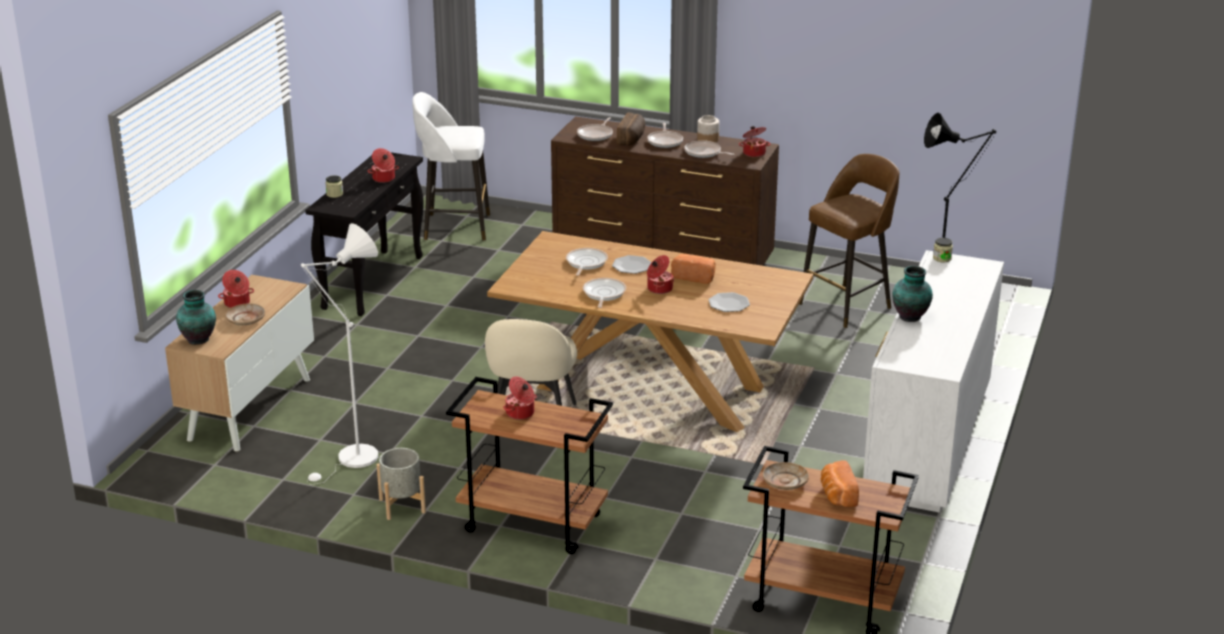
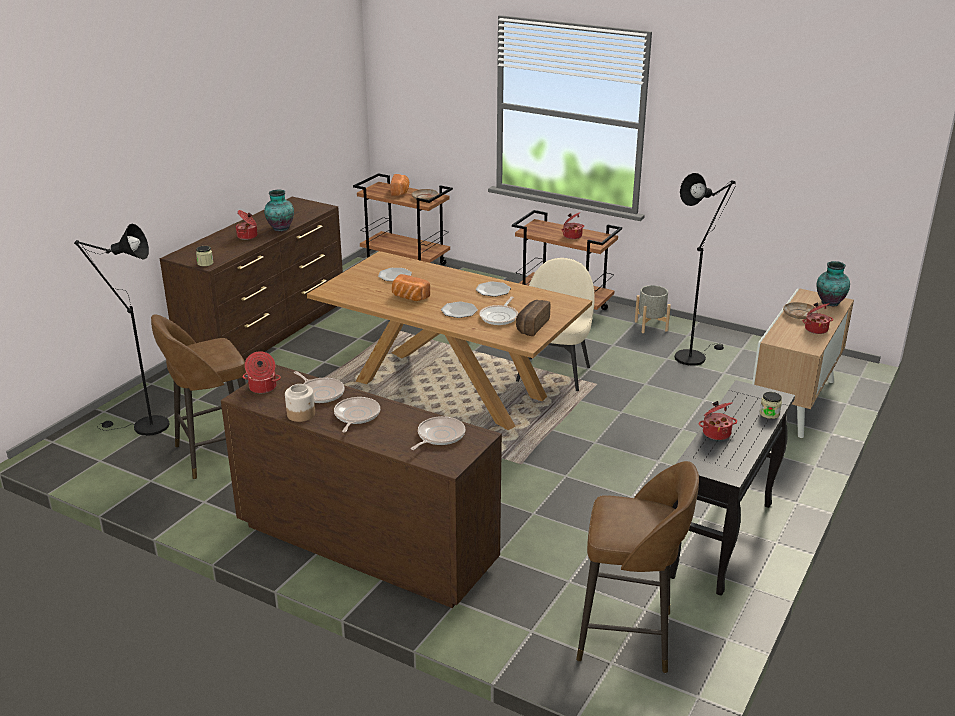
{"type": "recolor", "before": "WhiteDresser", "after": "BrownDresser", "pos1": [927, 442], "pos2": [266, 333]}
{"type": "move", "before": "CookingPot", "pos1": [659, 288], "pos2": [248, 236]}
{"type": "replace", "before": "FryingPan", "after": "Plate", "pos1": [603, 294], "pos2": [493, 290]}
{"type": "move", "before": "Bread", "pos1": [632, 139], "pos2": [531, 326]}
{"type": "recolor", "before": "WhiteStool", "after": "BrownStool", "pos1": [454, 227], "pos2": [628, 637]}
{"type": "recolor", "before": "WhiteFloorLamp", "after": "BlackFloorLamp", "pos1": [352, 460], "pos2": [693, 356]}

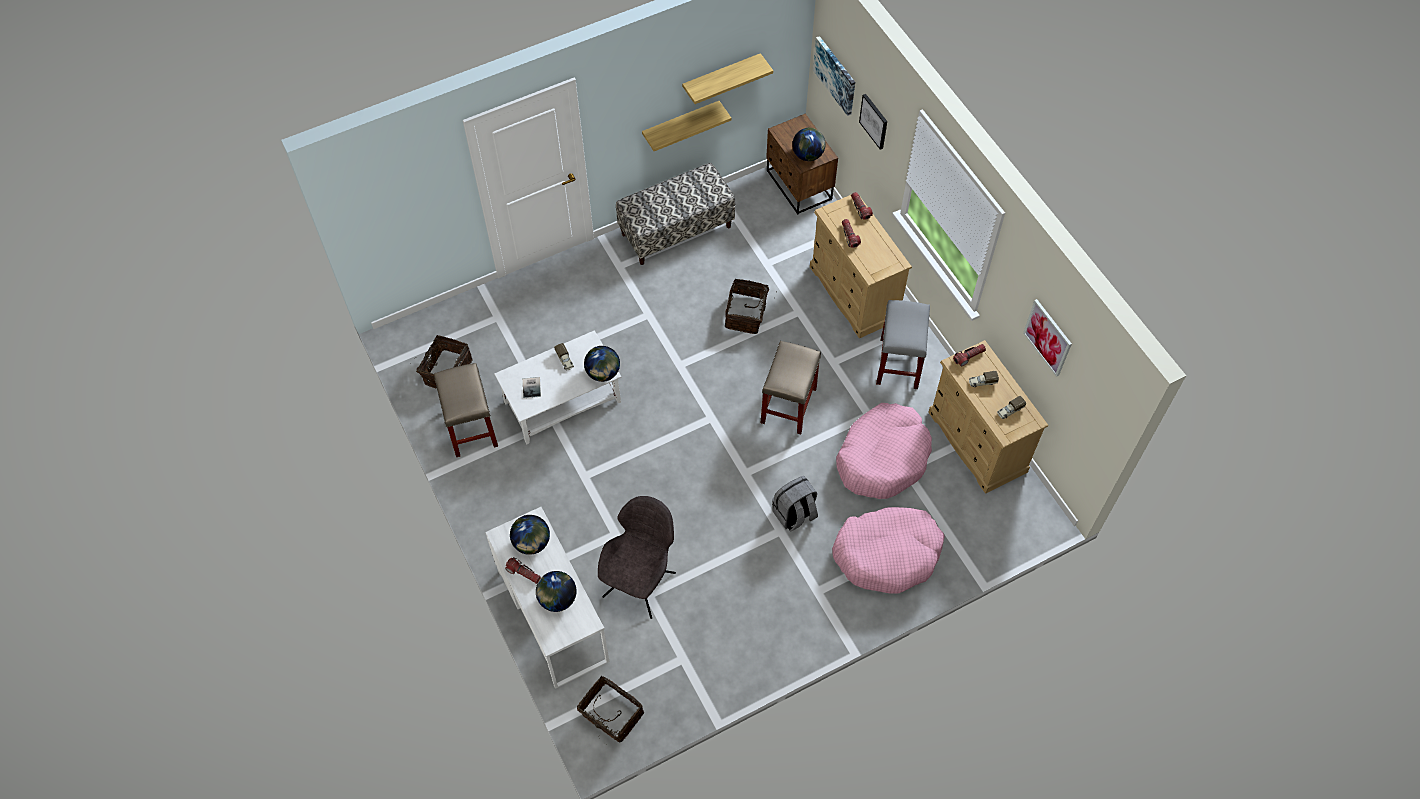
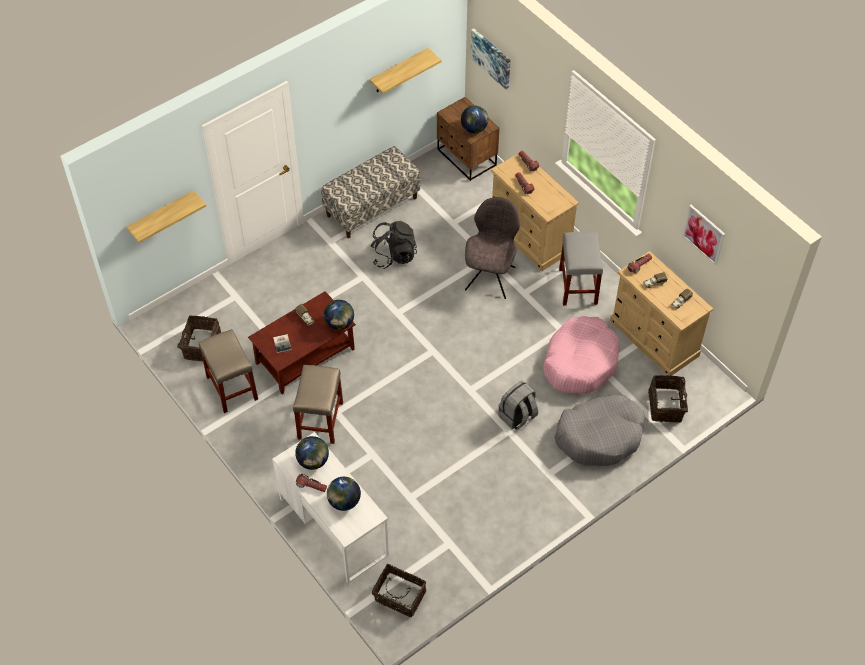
{"type": "move", "before": "Shelf", "pos1": [681, 124], "pos2": [162, 215]}
{"type": "recolor", "before": "WhiteCoffeeTable", "after": "BrownCoffeeTable", "pos1": [563, 401], "pos2": [305, 355]}
{"type": "move", "before": "BeigeStool", "pos1": [788, 406], "pos2": [320, 421]}
{"type": "insert", "after": "BlackBackpack", "pos2": [393, 255]}
{"type": "move", "before": "GreyChair", "pos1": [640, 582], "pos2": [491, 277]}
{"type": "recolor", "before": "PinkDogBed", "after": "GreyDogBed", "pos1": [887, 554], "pos2": [599, 436]}
{"type": "move", "before": "Basket", "pos1": [746, 314], "pos2": [666, 405]}
{"type": "delete", "before": "Picture", "pos1": [874, 121]}

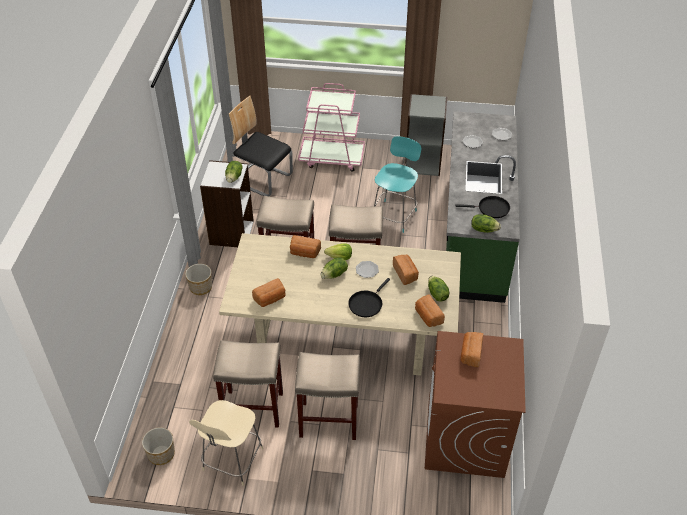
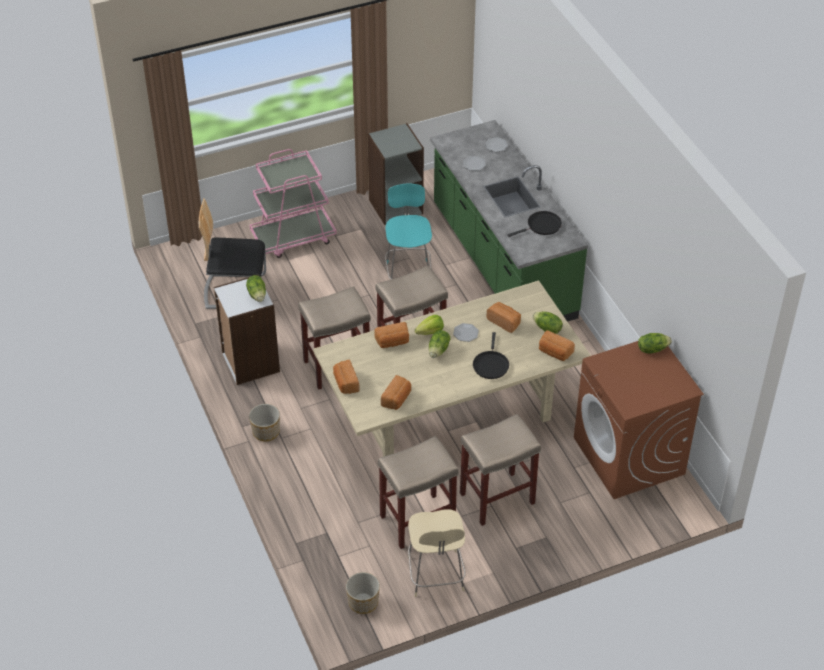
{"type": "move", "before": "Bread", "pos1": [470, 354], "pos2": [345, 383]}
{"type": "move", "before": "Lettuce", "pos1": [484, 229], "pos2": [652, 349]}

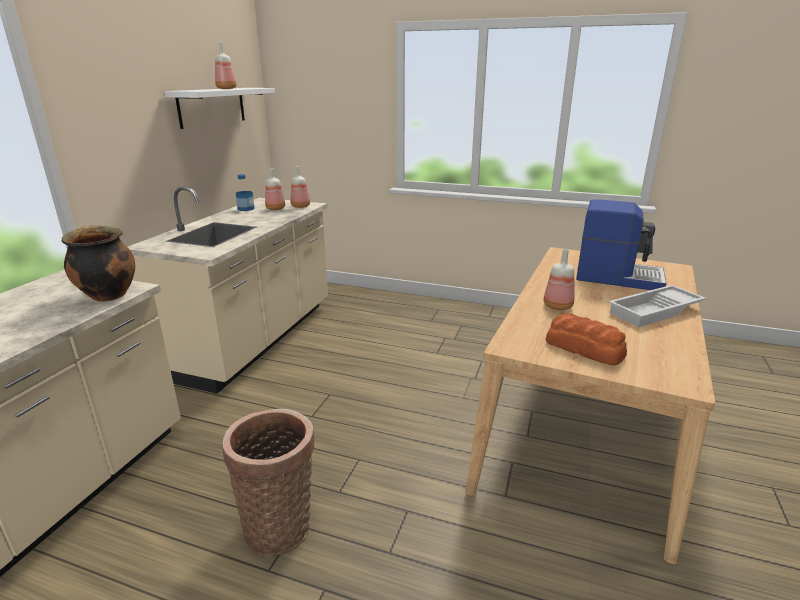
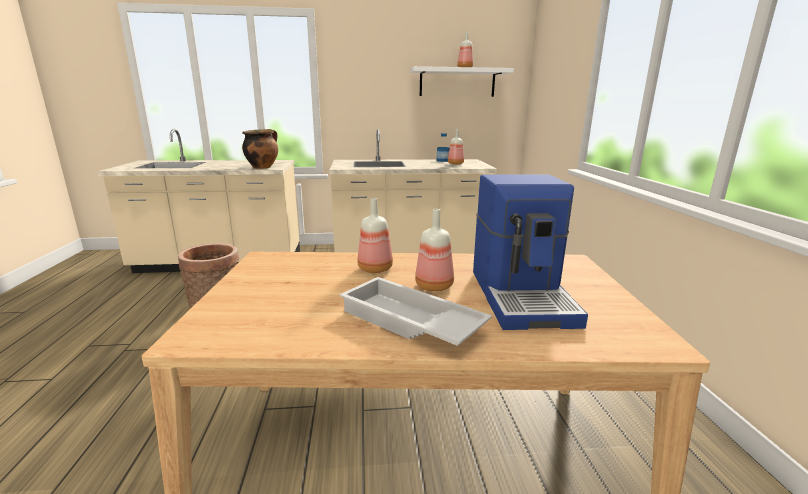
{"type": "move", "before": "Bottle", "pos1": [300, 206], "pos2": [434, 285]}
{"type": "delete", "before": "Bread", "pos1": [585, 349]}

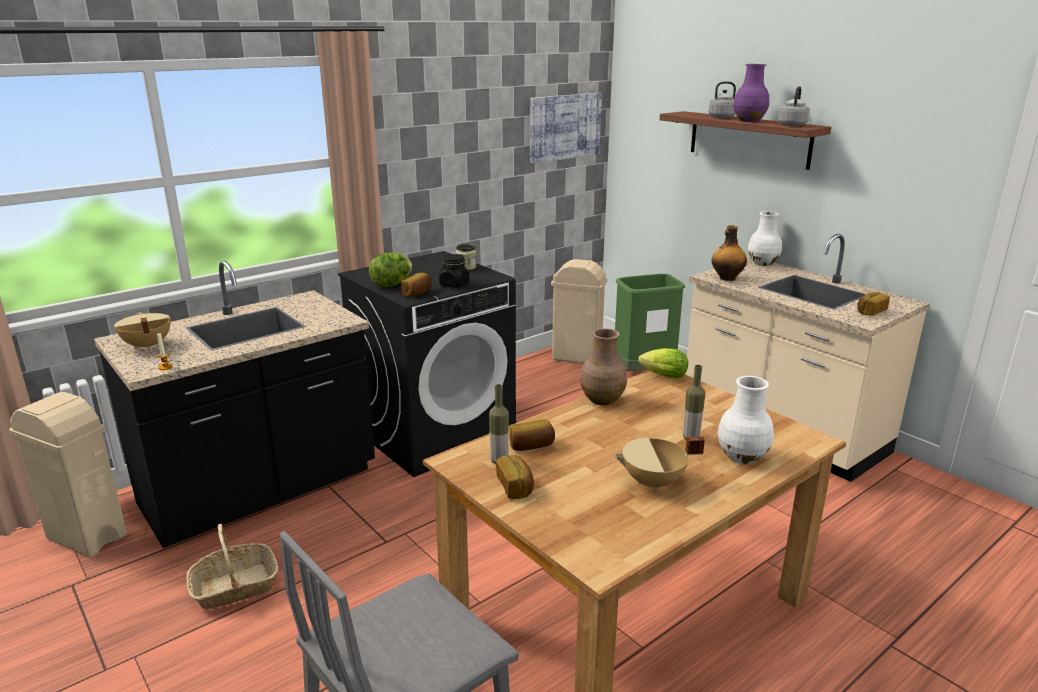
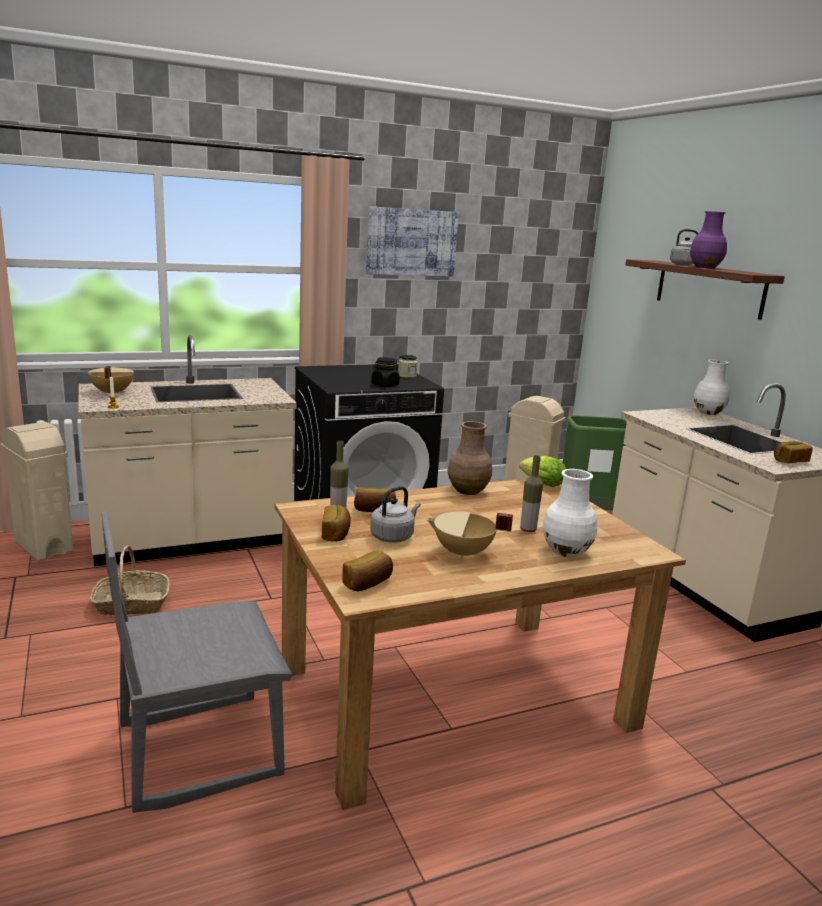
{"type": "recolor", "before": "BlackCounter", "after": "BeigeCounter", "pos1": [260, 490], "pos2": [191, 541]}
{"type": "move", "before": "Bread", "pos1": [418, 293], "pos2": [368, 583]}
{"type": "move", "before": "Picture", "pos1": [564, 127], "pos2": [411, 242]}
{"type": "move", "before": "GreyKettle", "pos1": [792, 125], "pos2": [393, 536]}
{"type": "delete", "before": "Lettuce", "pos1": [392, 284]}
{"type": "delete", "before": "Bottle", "pos1": [726, 278]}

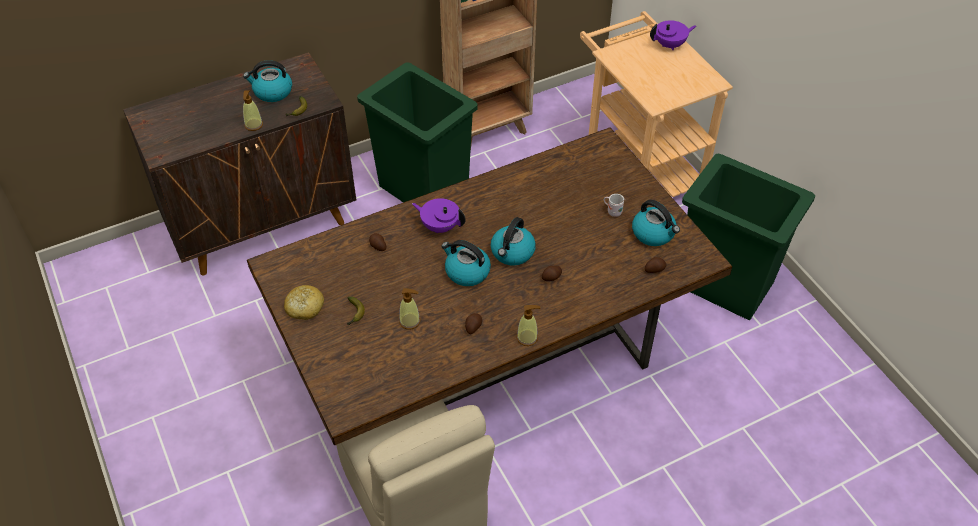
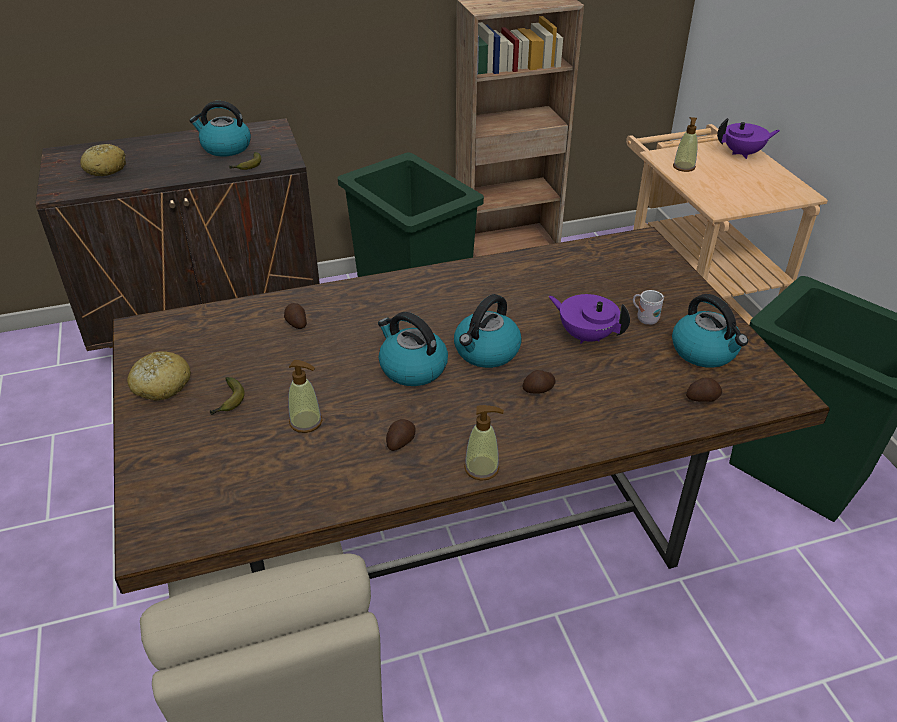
{"type": "insert", "after": "Bread", "pos2": [106, 168]}
{"type": "move", "before": "PurpleTeapot", "pos1": [440, 226], "pos2": [586, 335]}
{"type": "move", "before": "SoapDispenser", "pos1": [253, 125], "pos2": [684, 167]}

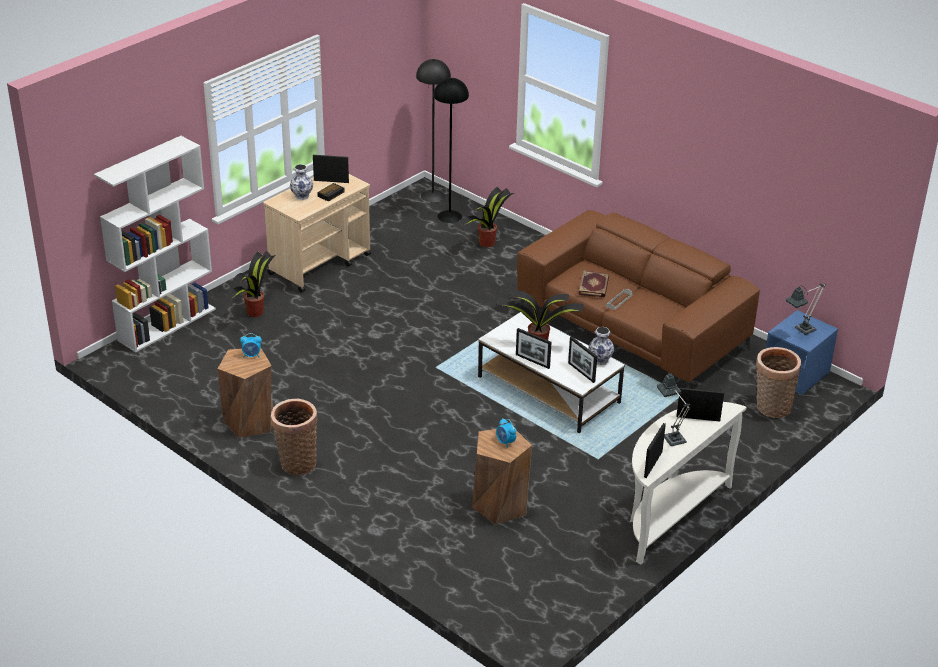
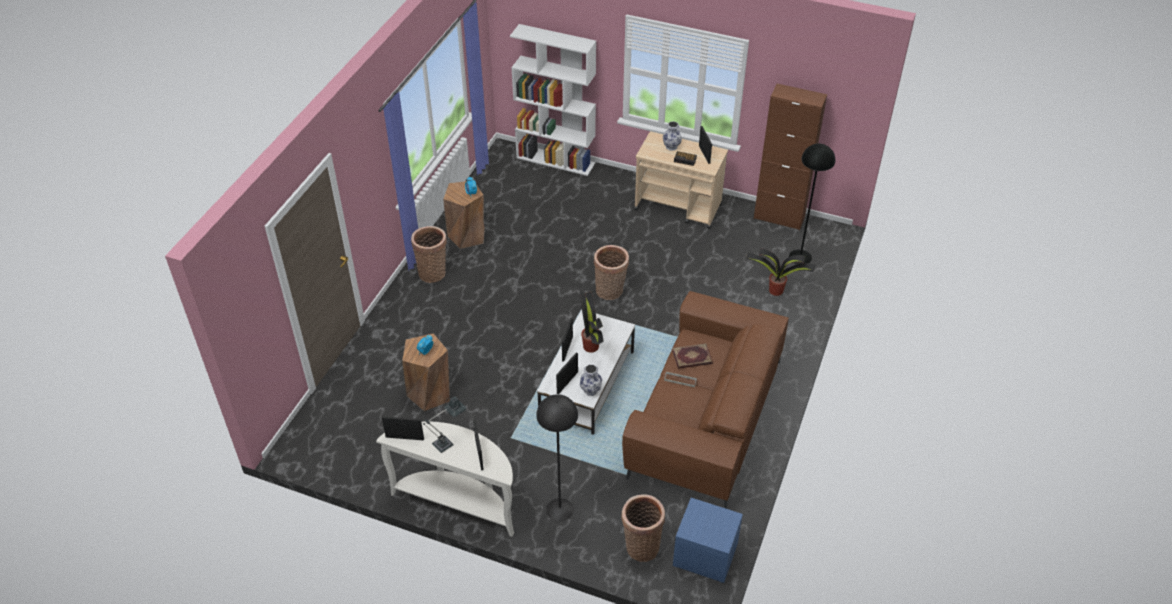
{"type": "move", "before": "BlackFloorLamp", "pos1": [433, 196], "pos2": [559, 510]}
{"type": "insert", "after": "Basket", "pos2": [610, 291]}
{"type": "insert", "after": "BrownCabinet", "pos2": [779, 217]}
{"type": "delete", "before": "PottedPlant", "pos1": [254, 312]}
{"type": "delete", "before": "TableLamp", "pos1": [801, 331]}

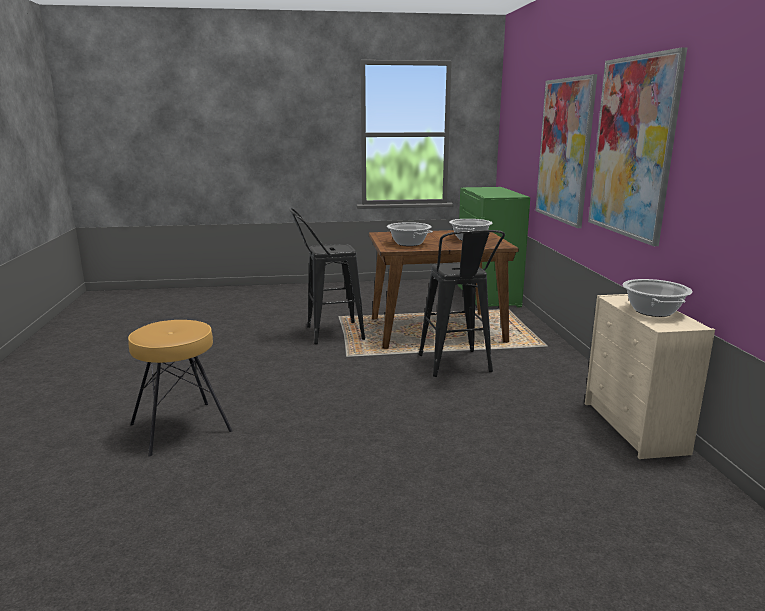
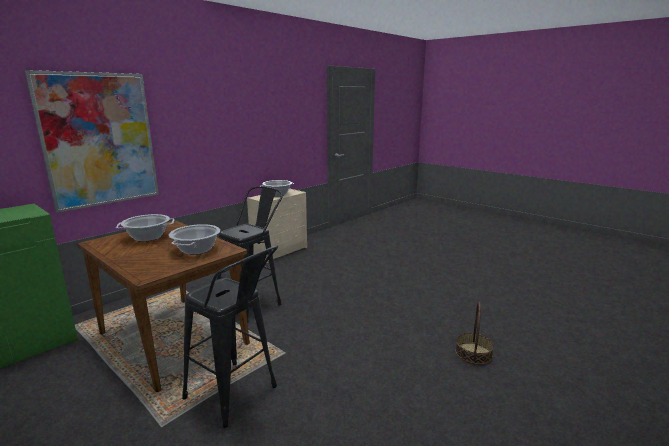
{"type": "replace", "before": "BrownStool", "after": "Basket", "pos1": [181, 428], "pos2": [473, 353]}
{"type": "delete", "before": "Picture", "pos1": [632, 147]}

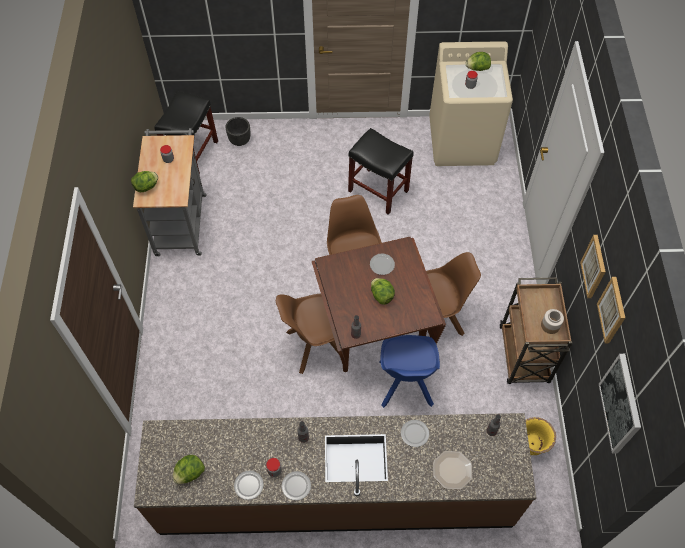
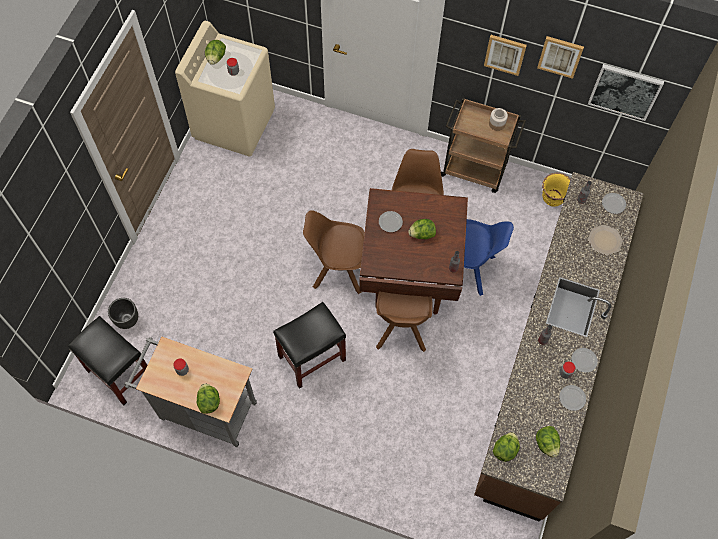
{"type": "move", "before": "BlackStool", "pos1": [377, 191], "pos2": [311, 358]}
{"type": "insert", "after": "Lettuce", "pos2": [505, 449]}
{"type": "move", "before": "Plate", "pos1": [414, 434], "pos2": [613, 204]}

